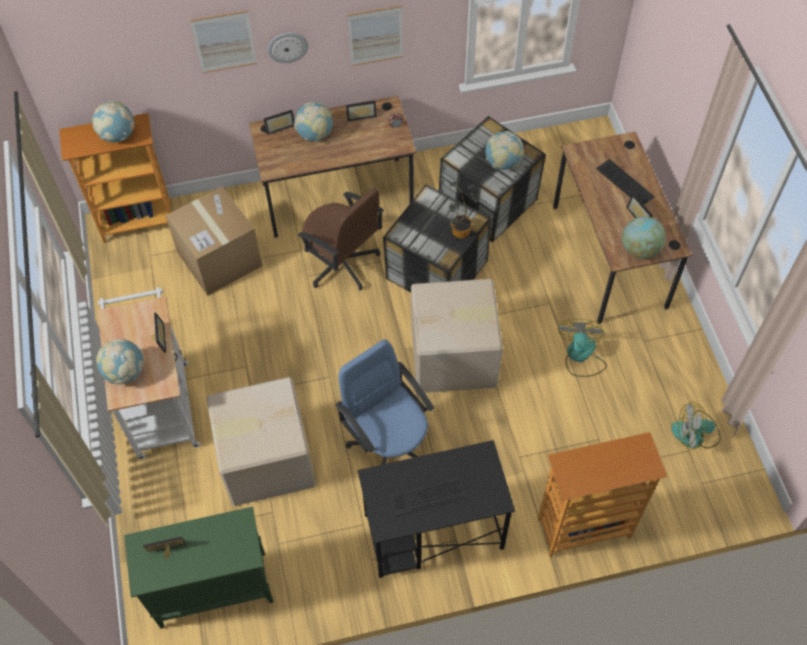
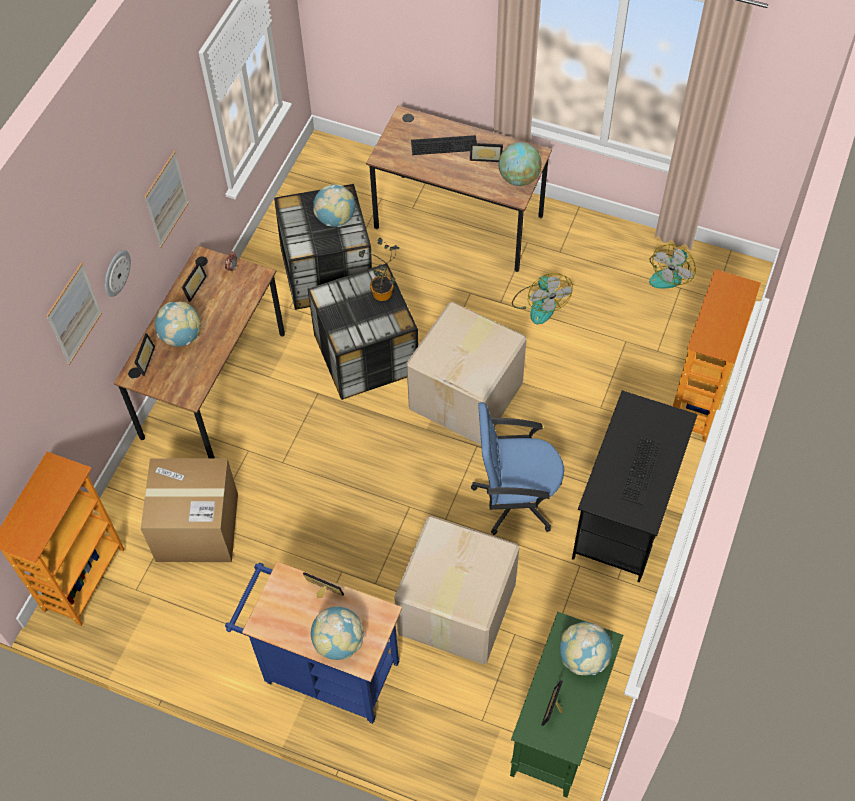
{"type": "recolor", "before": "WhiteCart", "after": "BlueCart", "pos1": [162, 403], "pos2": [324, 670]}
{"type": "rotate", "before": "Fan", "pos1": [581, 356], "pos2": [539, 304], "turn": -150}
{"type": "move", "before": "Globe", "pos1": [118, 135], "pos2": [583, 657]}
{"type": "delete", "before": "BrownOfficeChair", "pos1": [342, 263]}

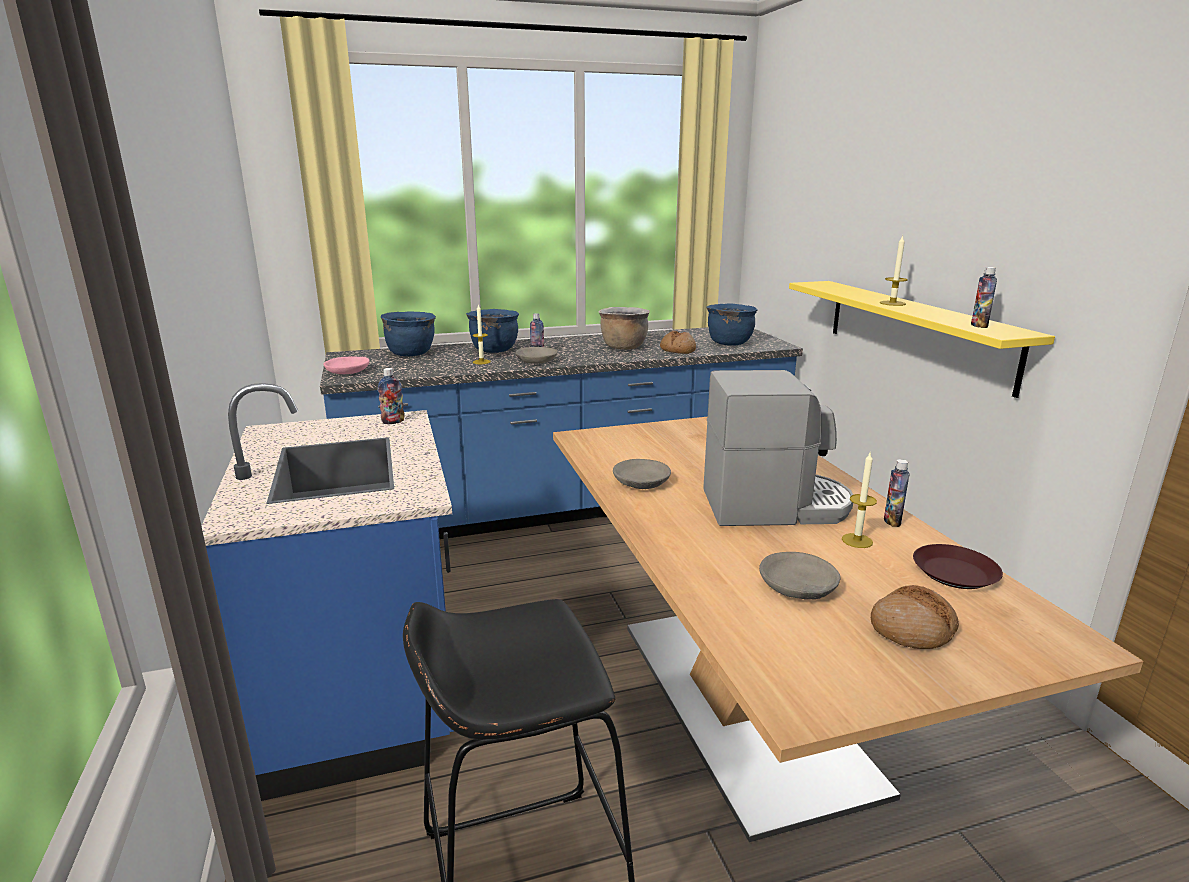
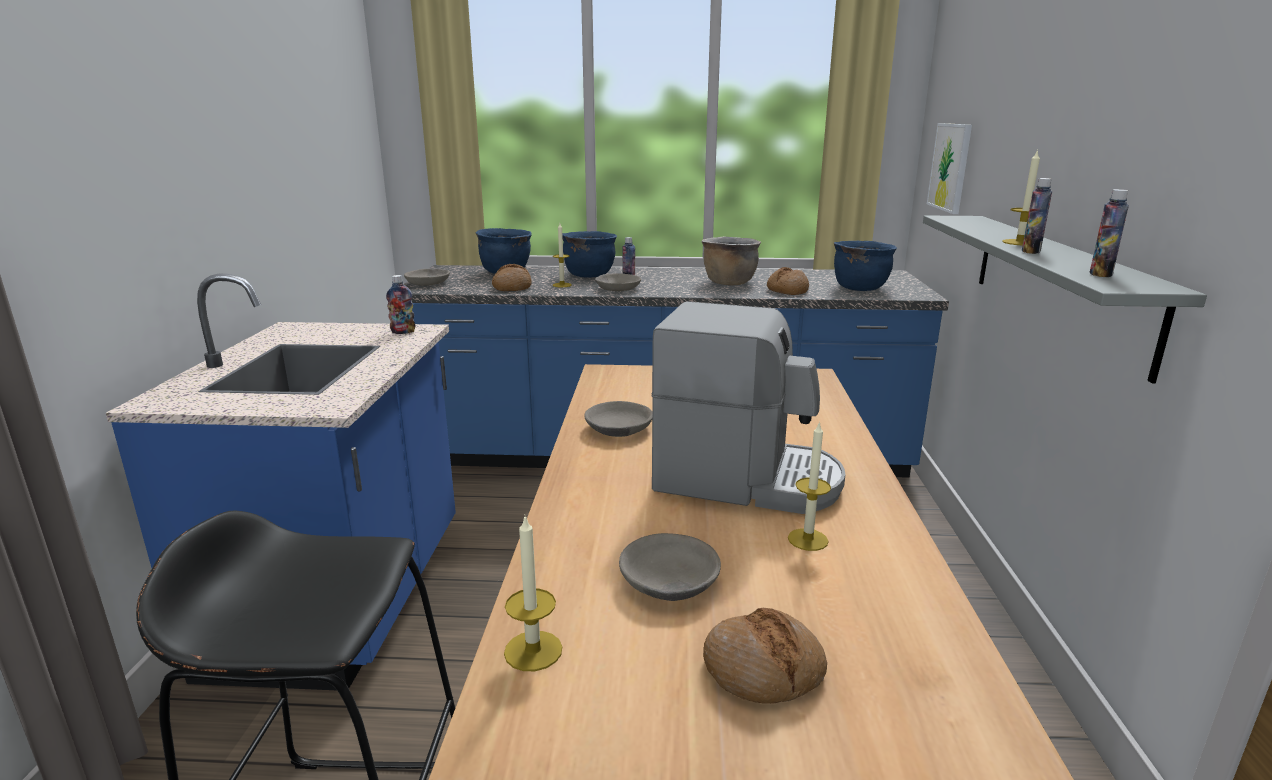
{"type": "recolor", "before": "PinkBowl", "after": "GreyBowl", "pos1": [348, 371], "pos2": [429, 283]}
{"type": "insert", "after": "Bread", "pos2": [512, 287]}
{"type": "insert", "after": "Candle", "pos2": [533, 651]}
{"type": "recolor", "before": "YellowShelf", "after": "GreyShelf", "pos1": [915, 331], "pos2": [1056, 283]}
{"type": "insert", "after": "Picture", "pos2": [950, 167]}
{"type": "move", "before": "Bottle", "pos1": [892, 521], "pos2": [1031, 251]}
{"type": "delete", "before": "BrownPlate", "pos1": [953, 573]}

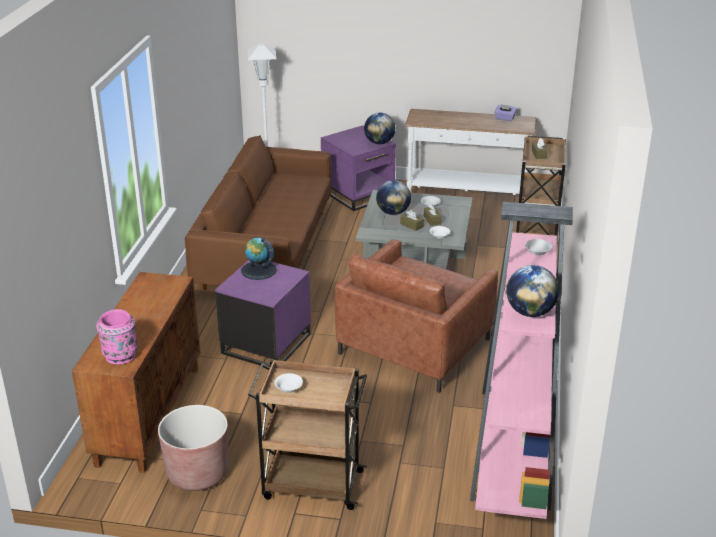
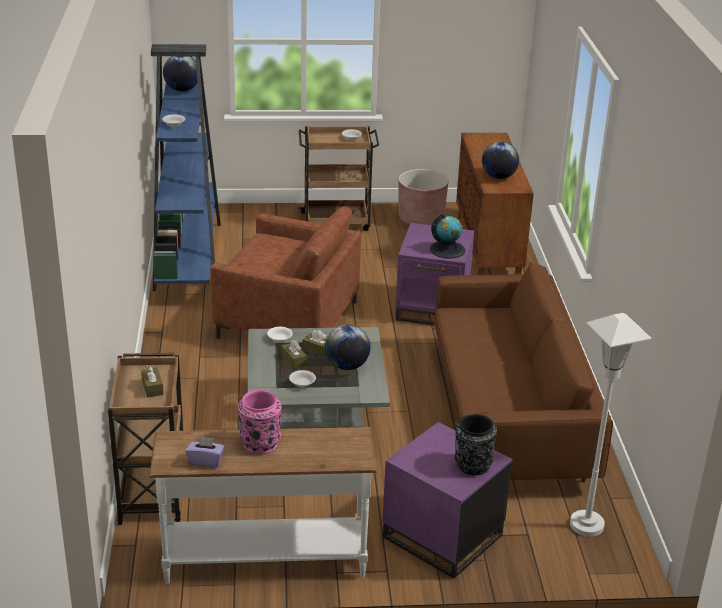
{"type": "recolor", "before": "PinkBookcase", "after": "BlueBookcase", "pos1": [514, 448], "pos2": [188, 254]}
{"type": "rotate", "before": "BrownArmchair", "pos1": [414, 346], "pos2": [288, 320], "turn": 90}
{"type": "move", "before": "PinkVase", "pos1": [120, 356], "pos2": [260, 443]}
{"type": "insert", "after": "BlackVase", "pos2": [472, 465]}
{"type": "move", "before": "Globe", "pos1": [379, 143], "pos2": [498, 177]}

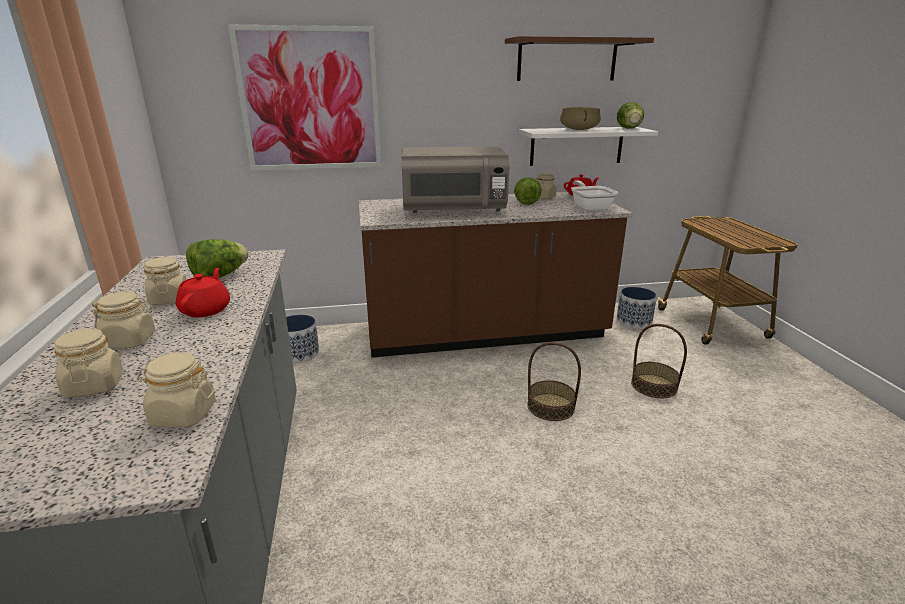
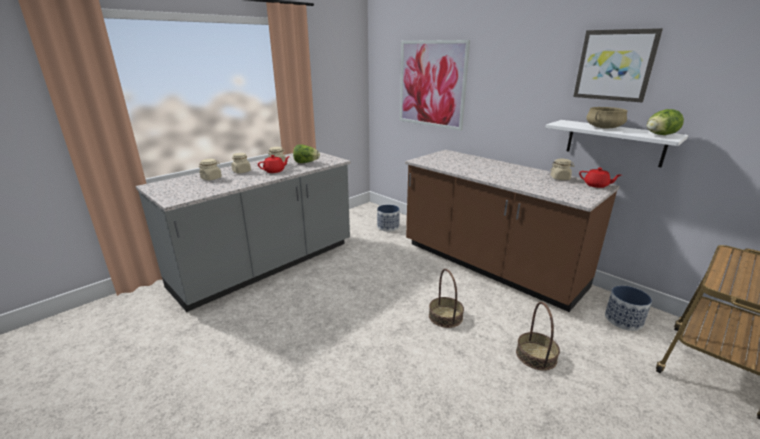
{"type": "replace", "before": "BrownShelf", "after": "Picture", "pos1": [567, 60], "pos2": [614, 65]}
{"type": "delete", "before": "BeigeJar", "pos1": [183, 414]}
{"type": "delete", "before": "GreyMicrowave", "pos1": [453, 210]}
{"type": "delete", "before": "Lettuce", "pos1": [525, 202]}
{"type": "delete", "before": "FryingPan", "pos1": [590, 208]}

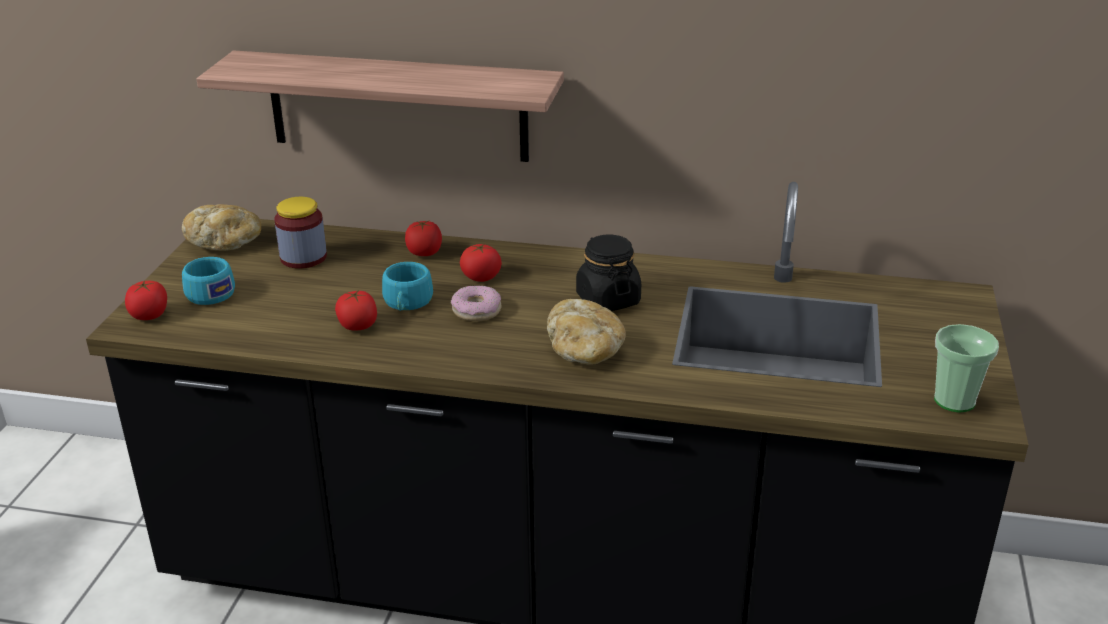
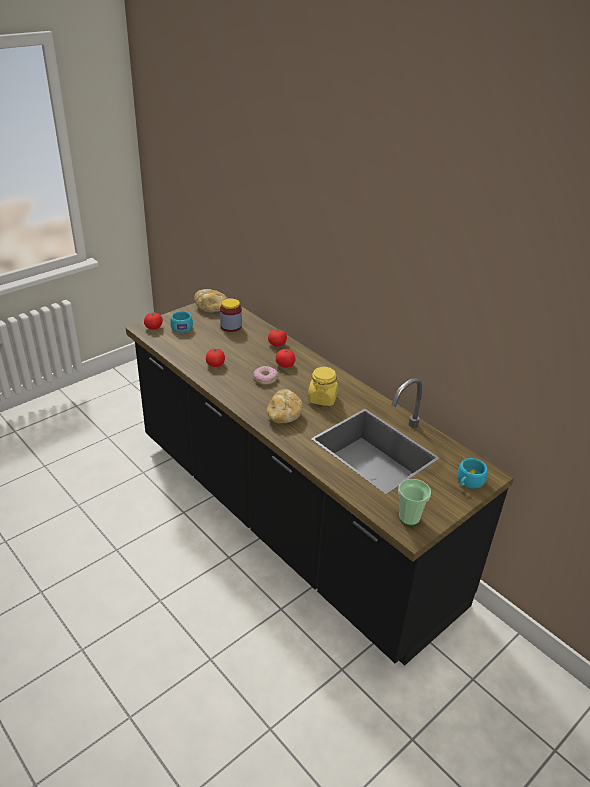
{"type": "recolor", "before": "BlackJar", "after": "YellowJar", "pos1": [607, 300], "pos2": [322, 398]}
{"type": "move", "before": "TurquoiseCup", "pos1": [407, 303], "pos2": [468, 482]}
{"type": "delete", "before": "Shelf", "pos1": [397, 106]}

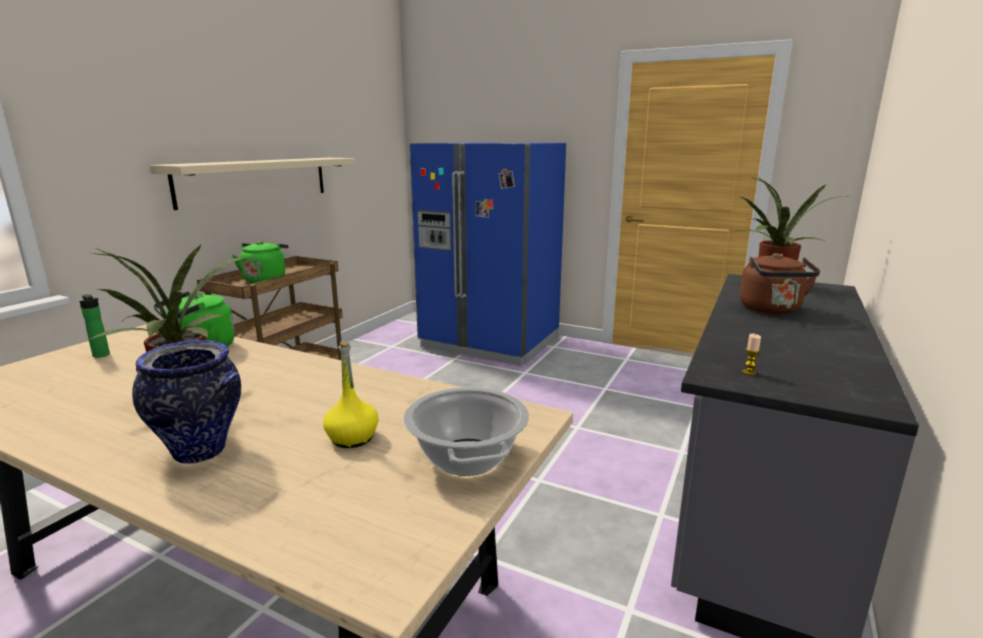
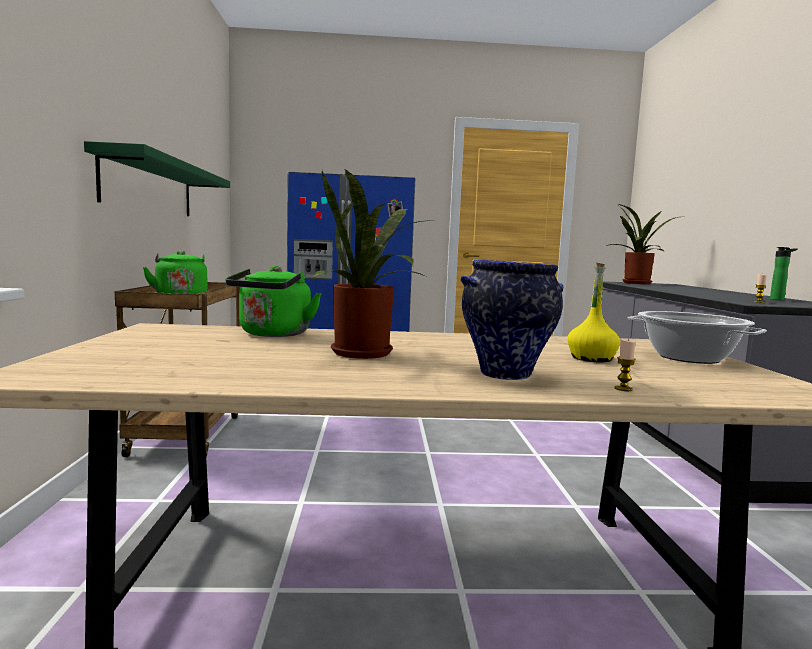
{"type": "recolor", "before": "BeigeShelf", "after": "GreenShelf", "pos1": [256, 180], "pos2": [150, 187]}
{"type": "insert", "after": "Candle", "pos2": [623, 389]}
{"type": "move", "before": "Bottle", "pos1": [102, 355], "pos2": [779, 300]}
{"type": "delete", "before": "BrownKettle", "pos1": [772, 310]}

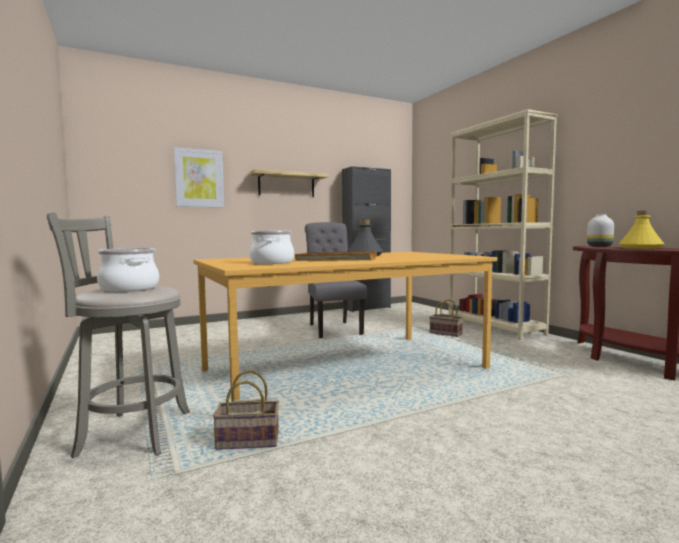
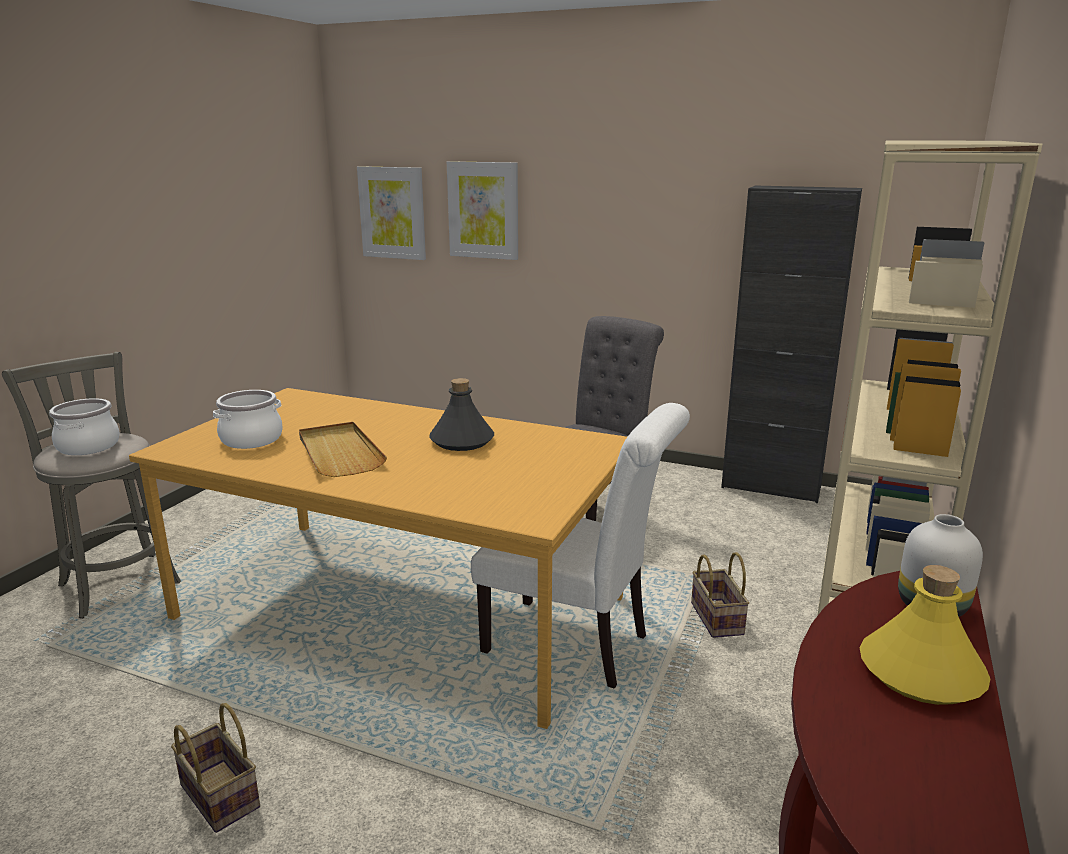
{"type": "move", "before": "Basket", "pos1": [246, 442], "pos2": [217, 796]}
{"type": "insert", "after": "Picture", "pos2": [392, 213]}
{"type": "insert", "after": "WhiteChair", "pos2": [576, 646]}
{"type": "delete", "before": "Shelf", "pos1": [286, 185]}

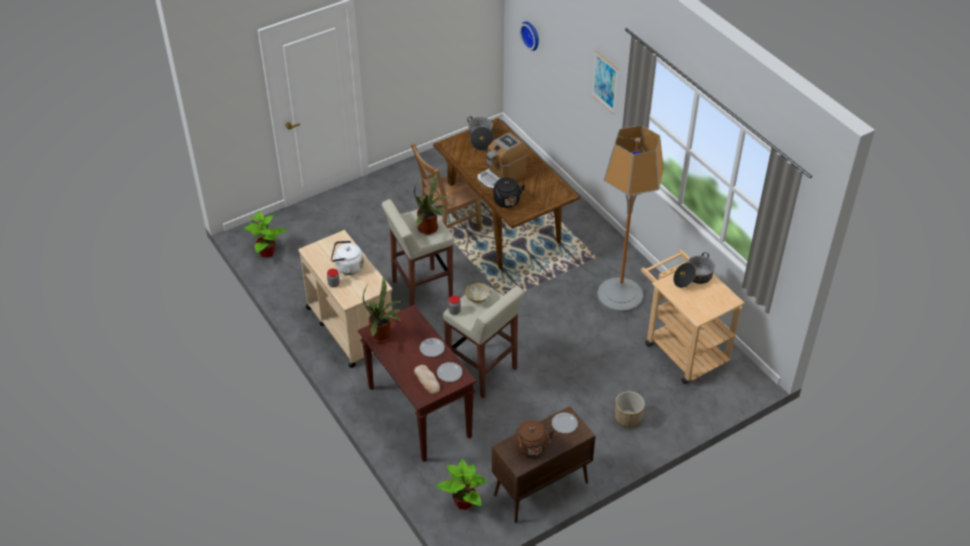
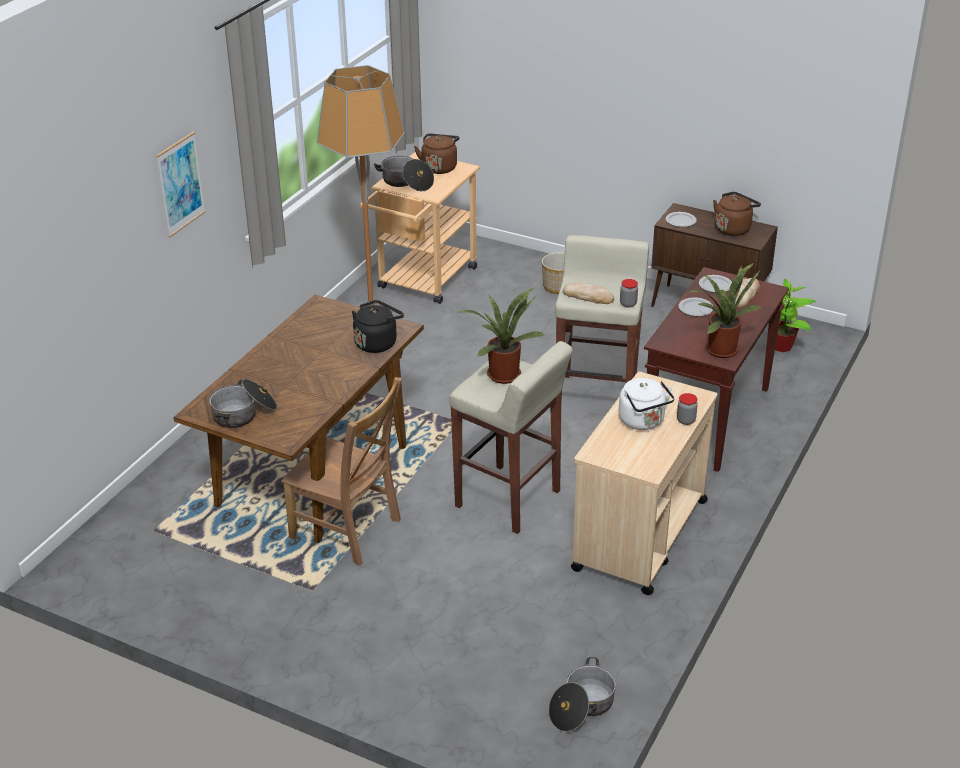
{"type": "insert", "after": "BrownKettle", "pos2": [439, 167]}
{"type": "replace", "before": "PottedPlant", "after": "CookingPot", "pos1": [267, 253], "pos2": [582, 707]}
{"type": "replace", "before": "Bowl", "after": "Bread", "pos1": [477, 298], "pos2": [588, 296]}
{"type": "delete", "before": "CoffeeMachine", "pos1": [501, 176]}
{"type": "delete", "before": "WallClock", "pos1": [531, 35]}

